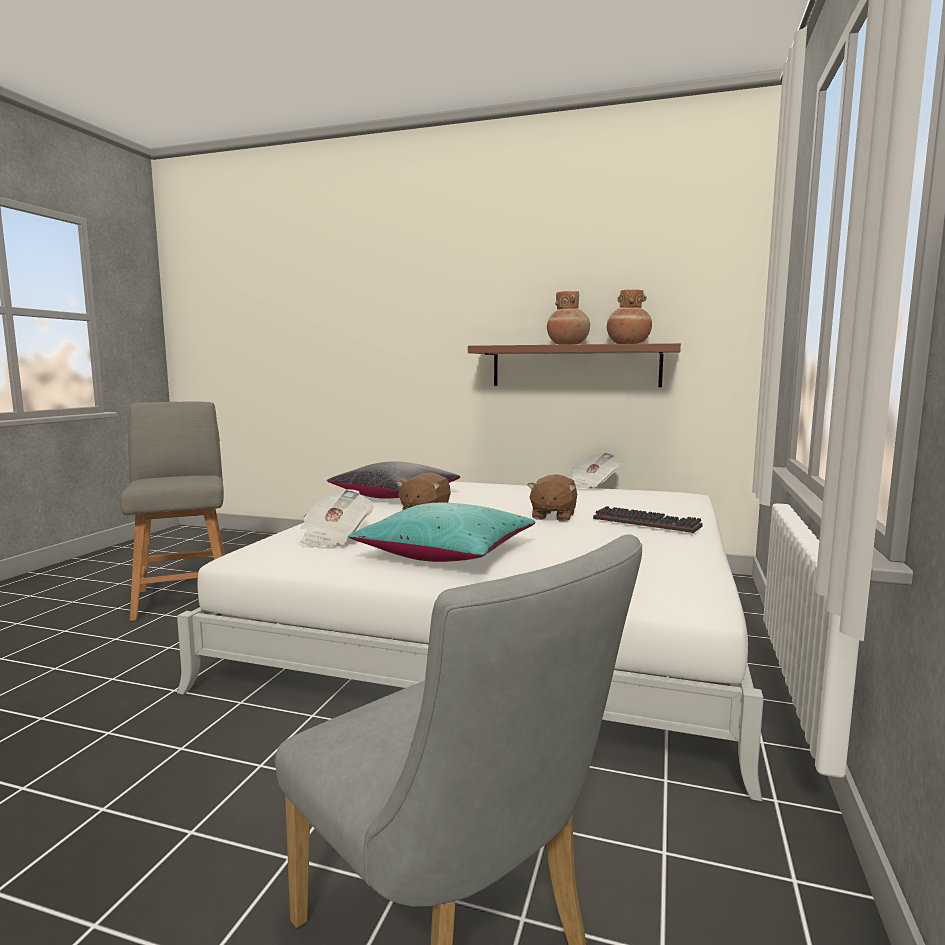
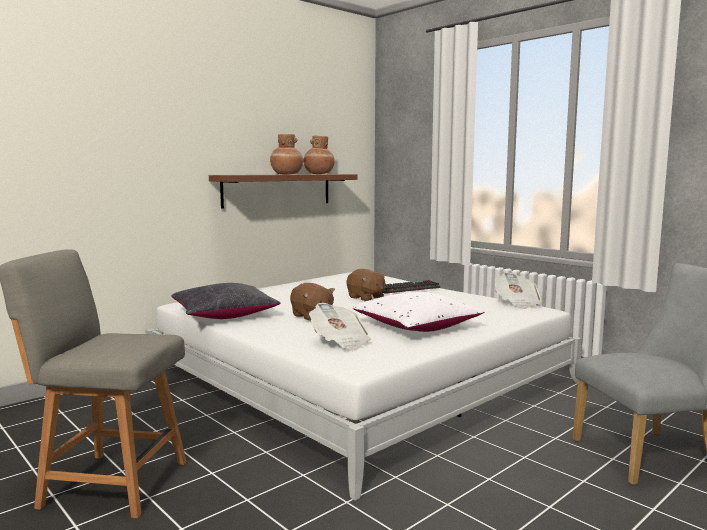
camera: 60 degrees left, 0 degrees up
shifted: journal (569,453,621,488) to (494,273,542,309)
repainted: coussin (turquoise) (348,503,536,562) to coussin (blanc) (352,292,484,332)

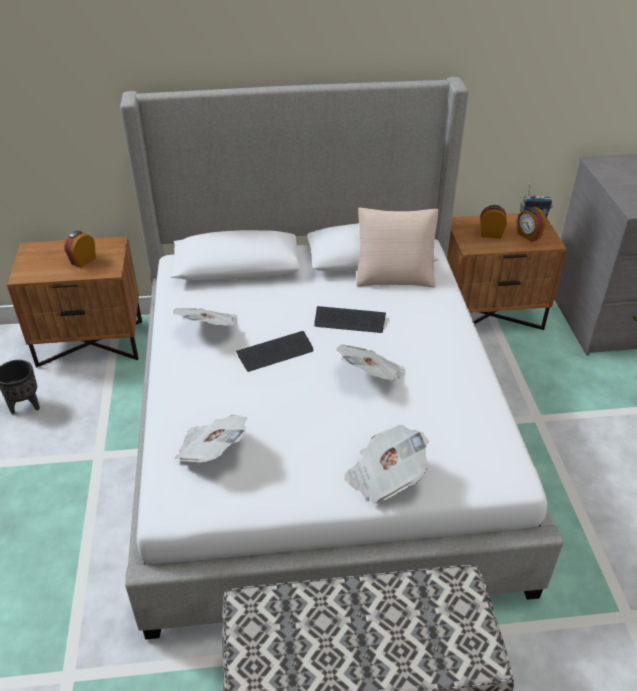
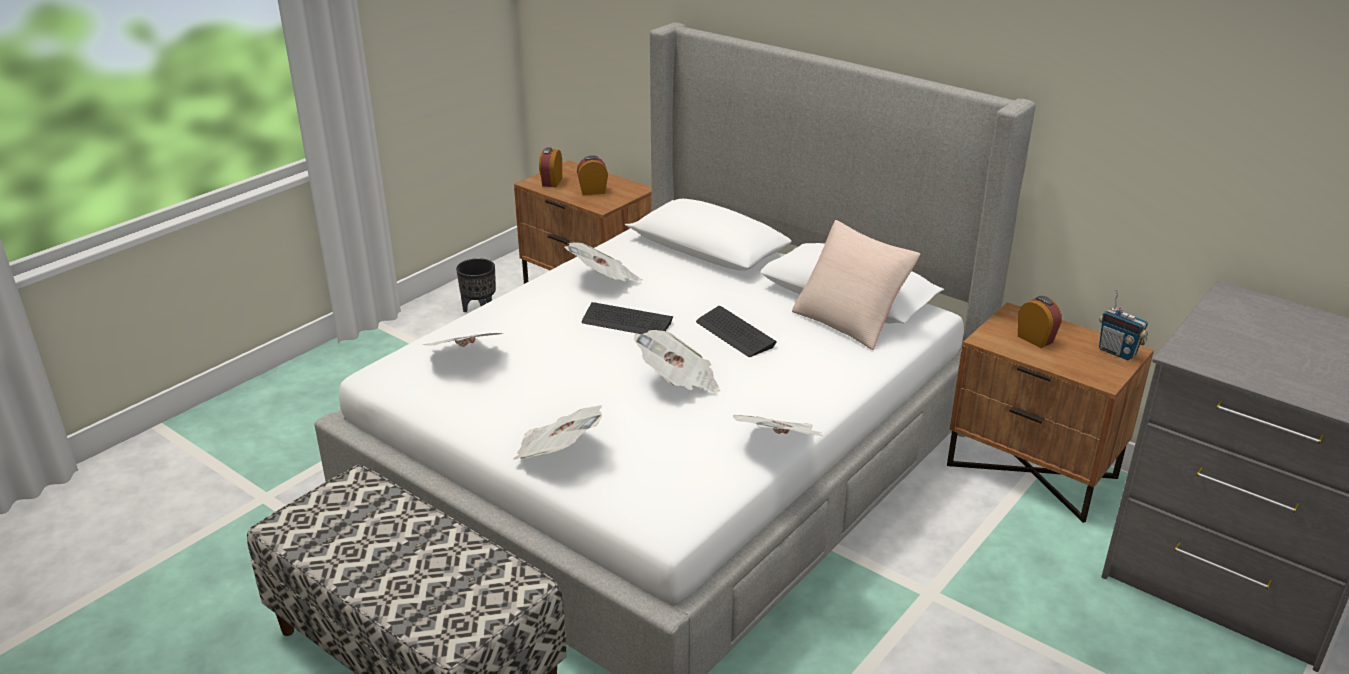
camera: 45 degrees right, 10 degrees down
new: journal (733,415,823,436)
shifted: réveil (517,207,546,242) to (539,147,562,187)

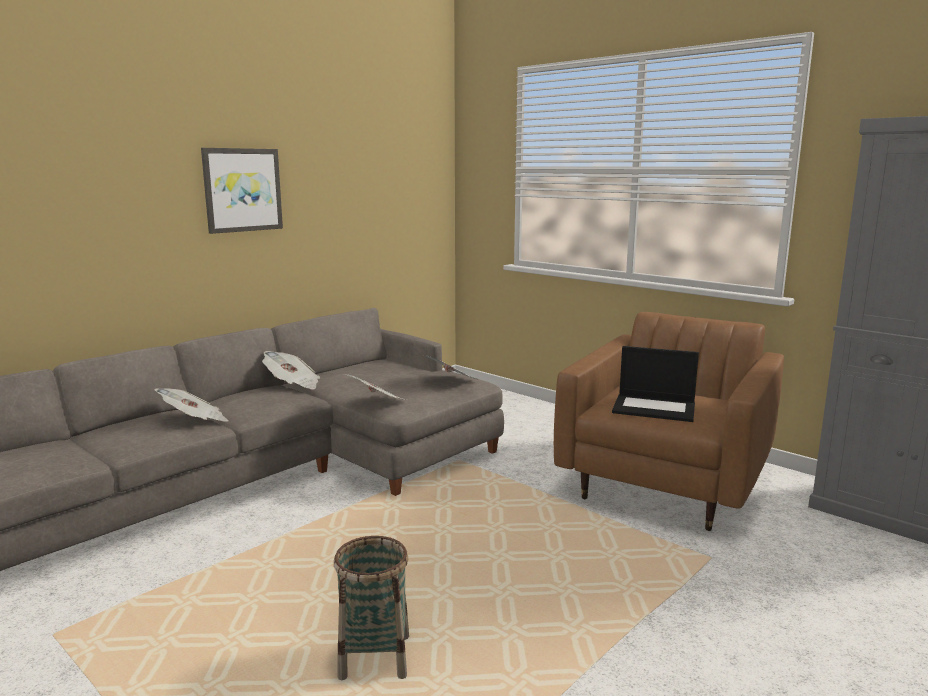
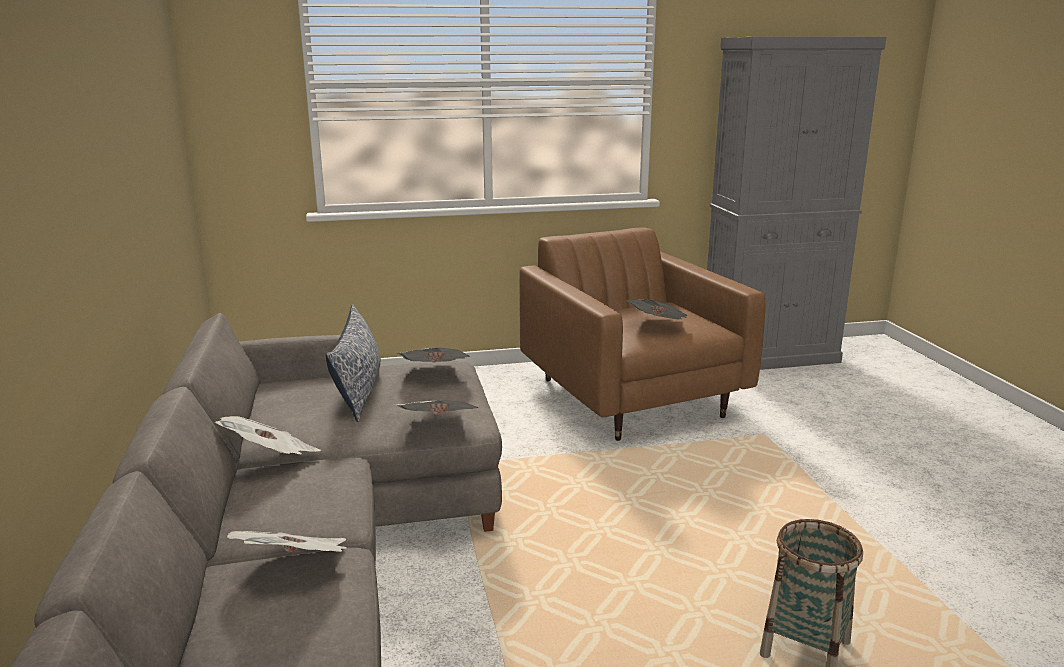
camera: 55 degrees left, 5 degrees up
gone: tableau (201,148,283,234)
new: coussin (326,304,381,422)
swapped: ordinateur portable (612,346,699,422) to journal (626,299,687,319)

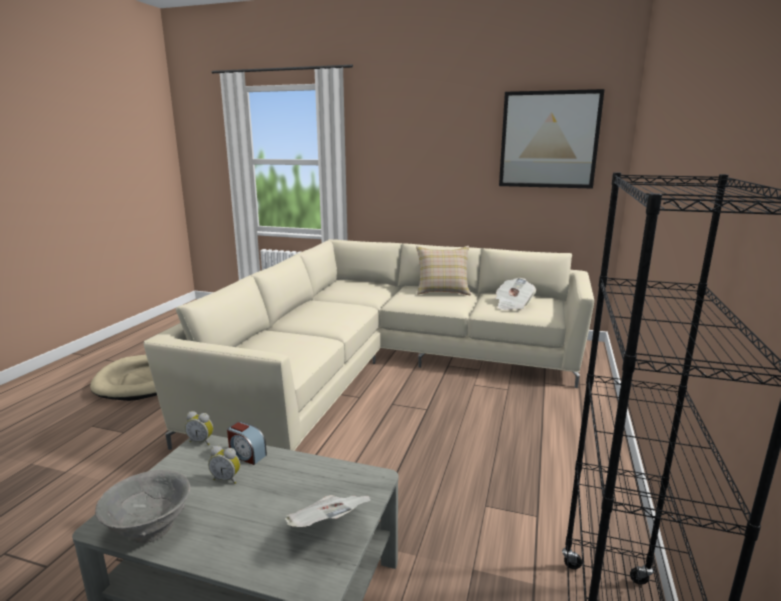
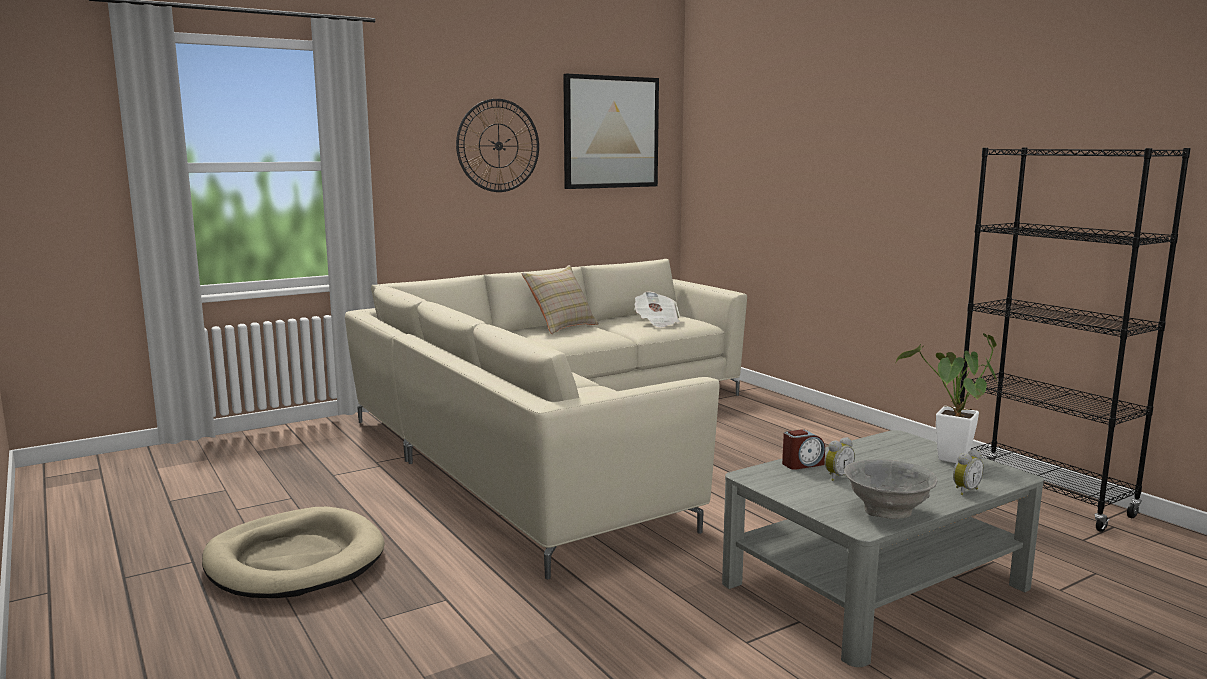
camera: 50 degrees left, 5 degrees down
new: horloge murale (456,99,539,192)
shifted: réveil (185,411,213,445) to (953,449,984,495)
swapped: journal (285,495,370,527) to plante en pot (896,333,998,463)

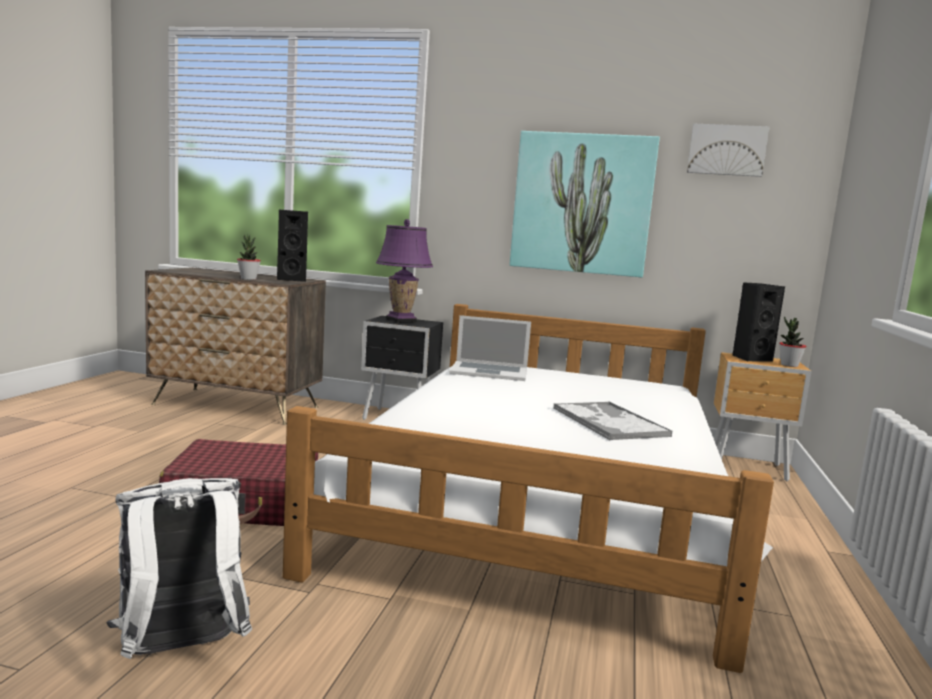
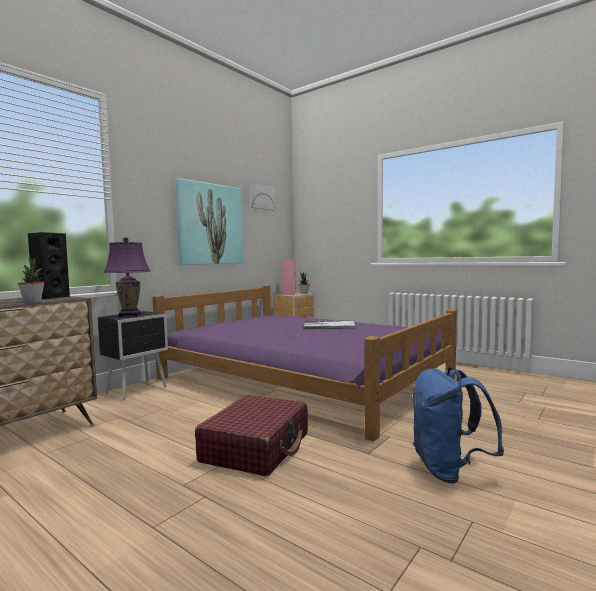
camera: 65 degrees left, 5 degrees down
gone: ordinateur portable (449,315,531,381)
repainted: sac à dos (blanc) (106,478,252,659) to sac à dos (bleu) (413,367,504,484); lit (blanc) (283,304,774,673) to lit (violet) (153,285,457,442); enceinte (noir) (732,282,785,362) to enceinte (rose) (281,259,296,295)

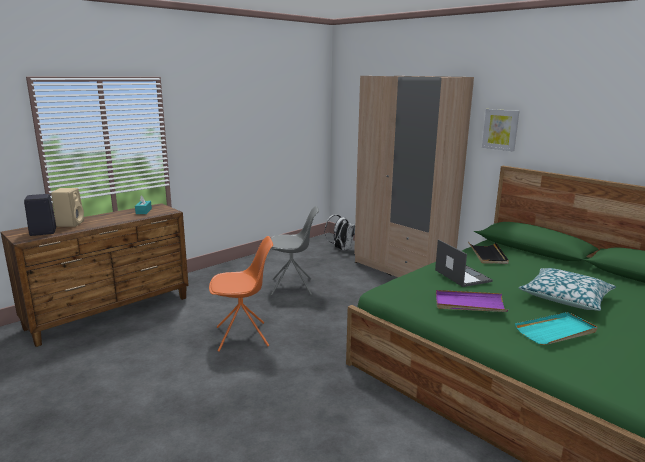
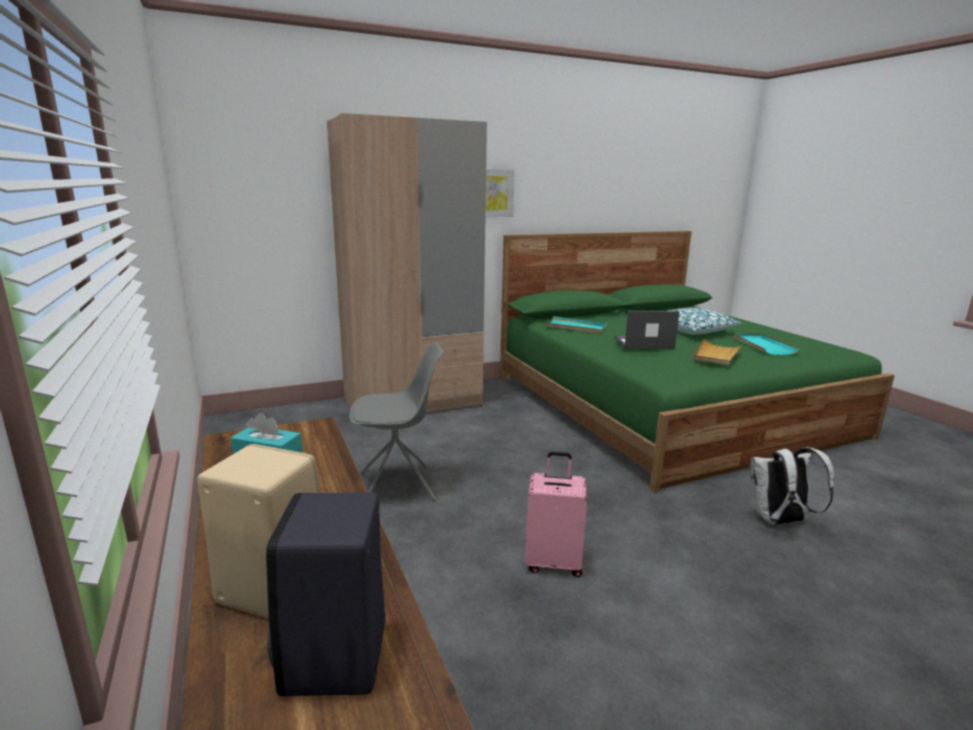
camera: 70 degrees left, 0 degrees up
shifted: sac à dos (blanc) (325,214,355,251) to (750,447,834,525)
swapped: chaise (orange) (209,236,273,352) to valise (rose) (525,452,587,577)
repainted: plateau (violet) (436,290,508,312) to plateau (beige) (693,338,743,366); plateau (noir) (468,242,509,264) to plateau (turquoise) (545,316,607,334)
rotated: chaise (gris) (271,206,319,295) = (349,341,444,501) 60 degrees clockwise

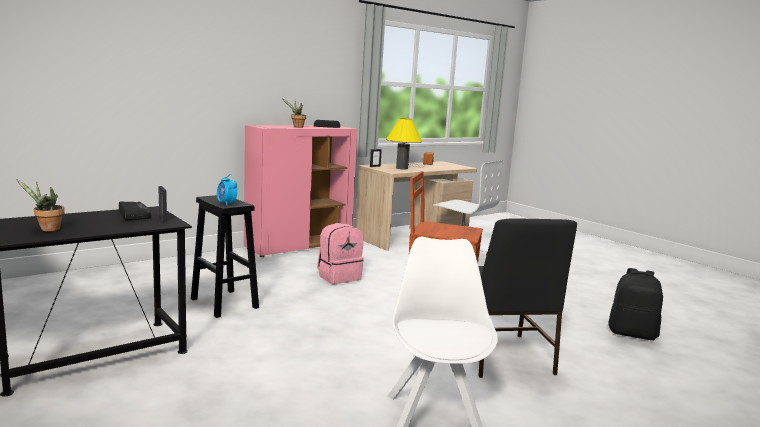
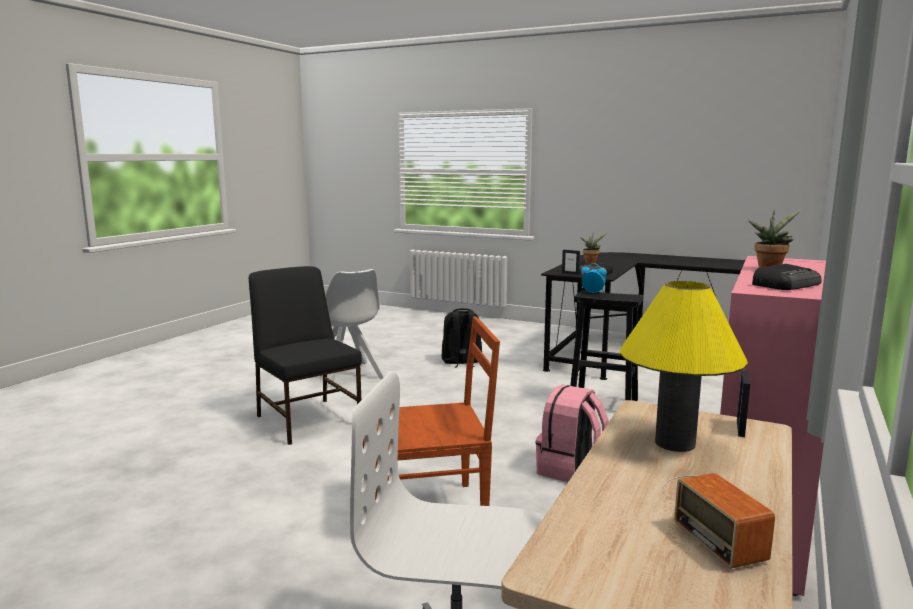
camera: 155 degrees right, 0 degrees up
shifted: sac à dos (noir) (608,268,663,340) to (441,308,482,368)

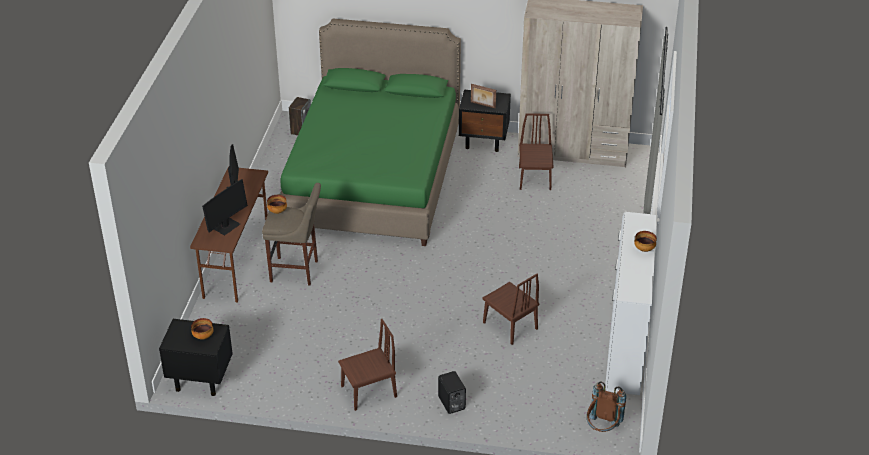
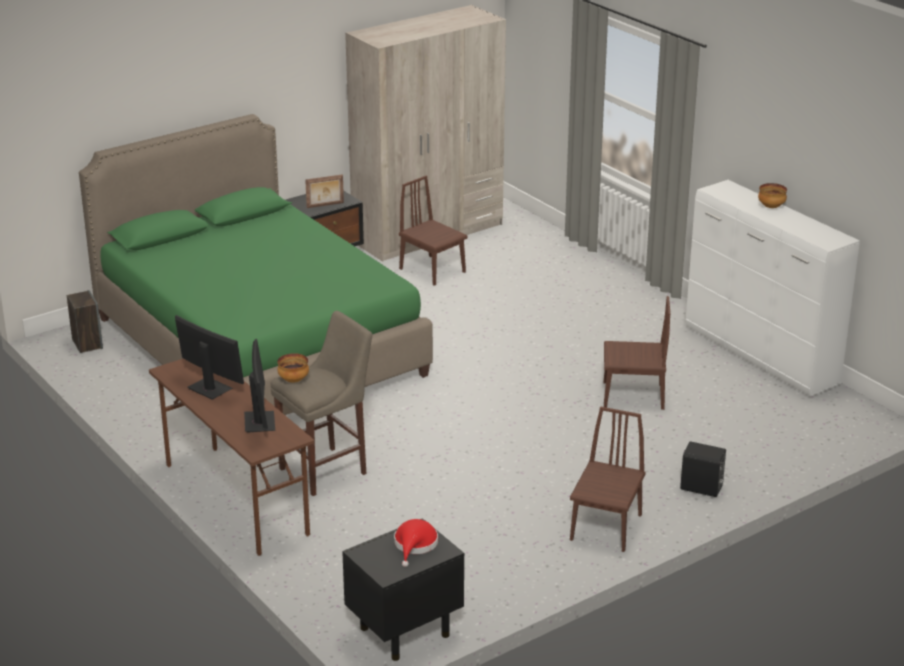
camera: 45 degrees left, 10 degrees down
gone: sac à dos (marron) (587,381,626,432)
swapped: bol (191,318,214,340) to chapeau (rouge) (394,519,438,567)

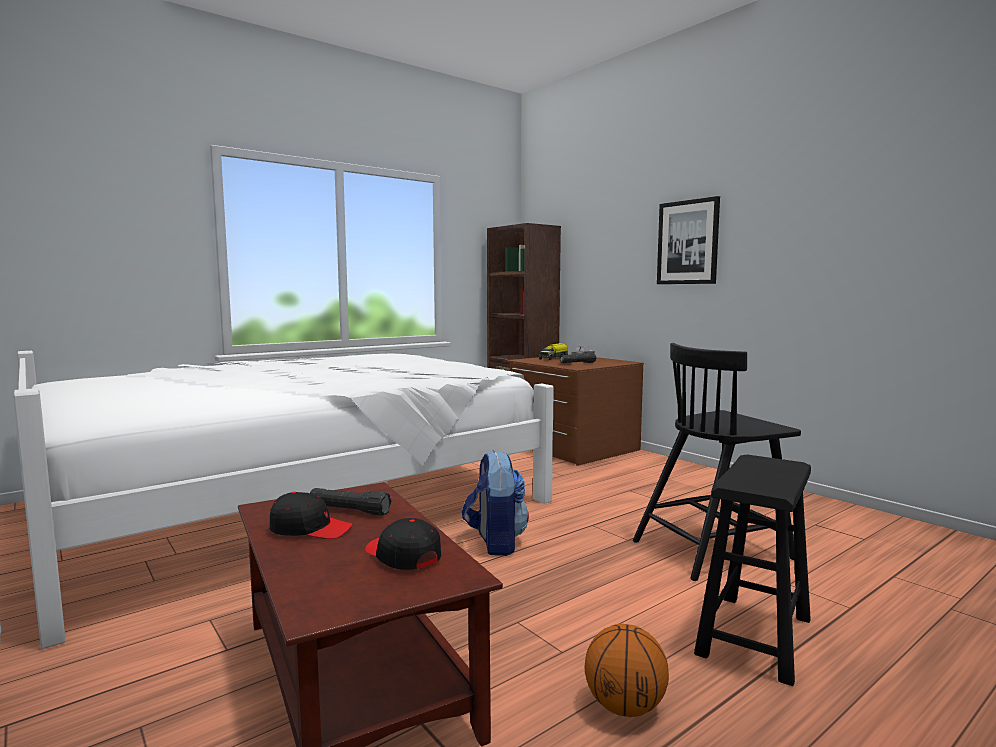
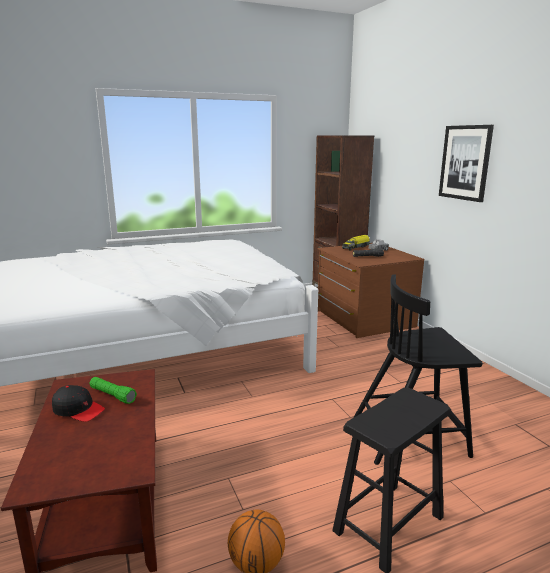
camera: 15 degrees right, 10 degrees up
gone: casquette (noir) (365,518,441,570); sac à dos (462,450,529,556)
repainted: lampe de poche (noir) (310,488,391,516) to lampe de poche (vert) (90,377,137,404)

